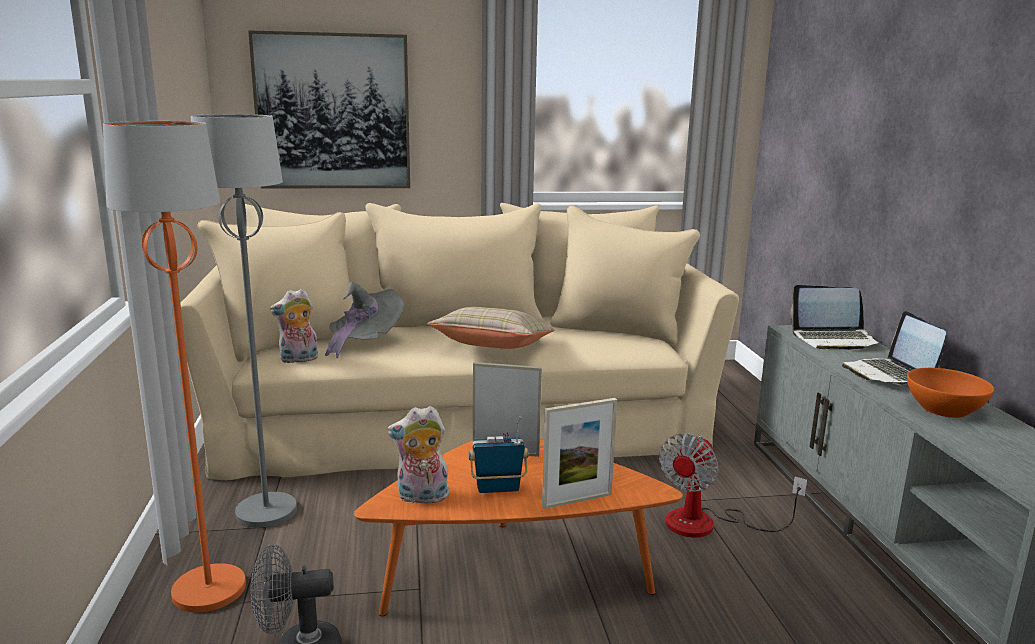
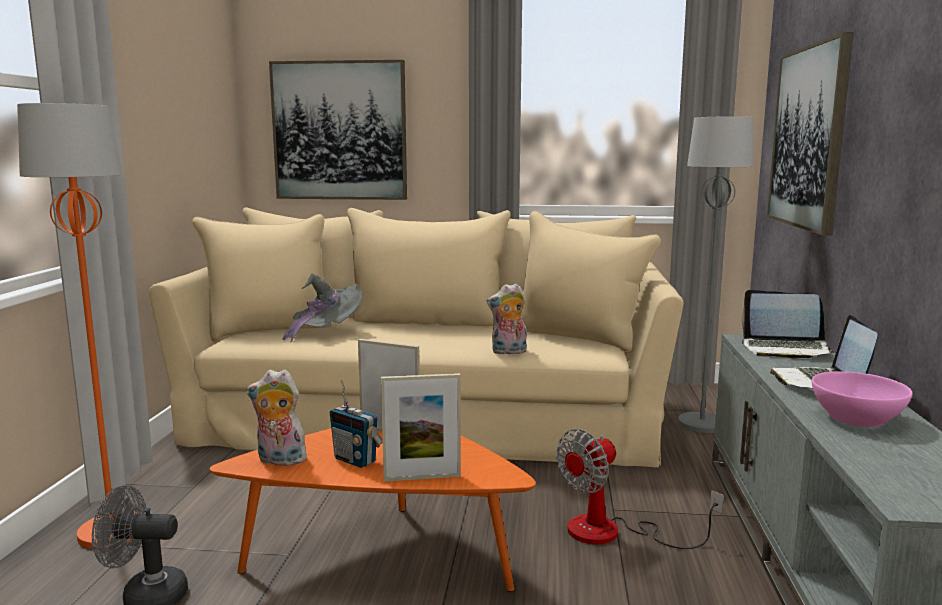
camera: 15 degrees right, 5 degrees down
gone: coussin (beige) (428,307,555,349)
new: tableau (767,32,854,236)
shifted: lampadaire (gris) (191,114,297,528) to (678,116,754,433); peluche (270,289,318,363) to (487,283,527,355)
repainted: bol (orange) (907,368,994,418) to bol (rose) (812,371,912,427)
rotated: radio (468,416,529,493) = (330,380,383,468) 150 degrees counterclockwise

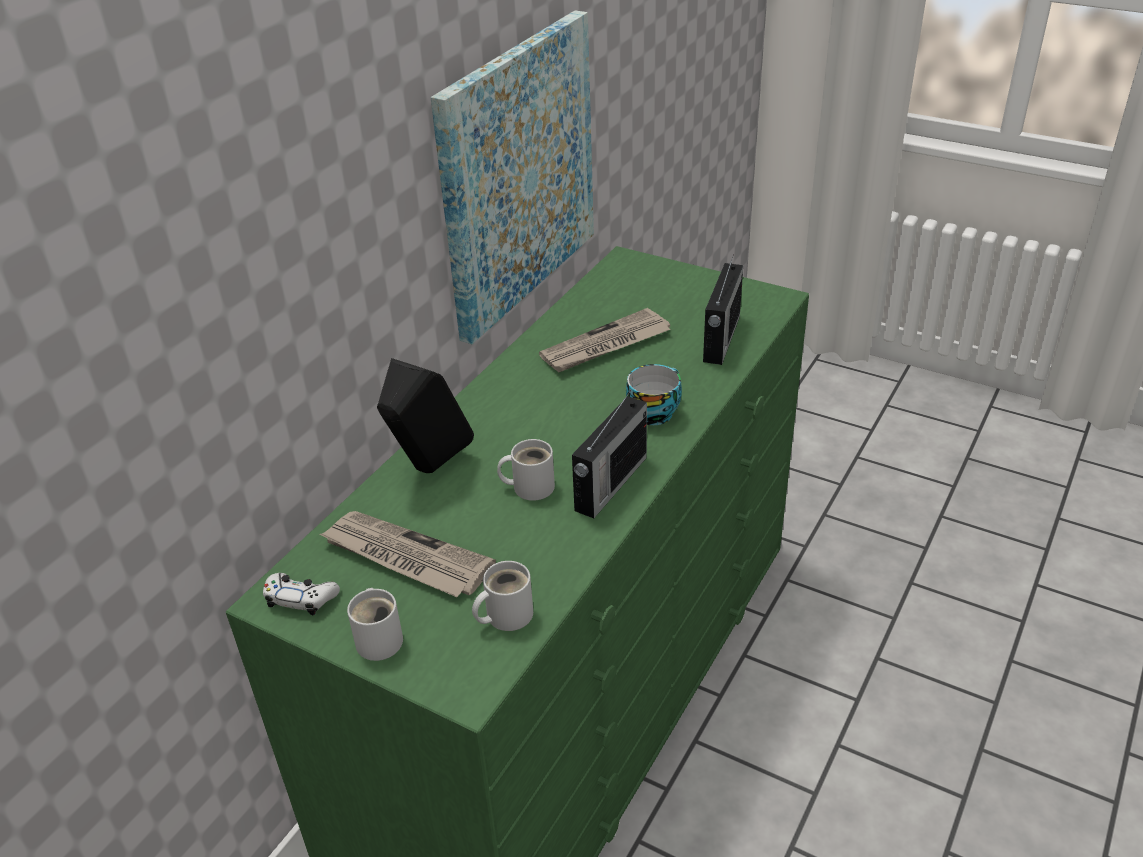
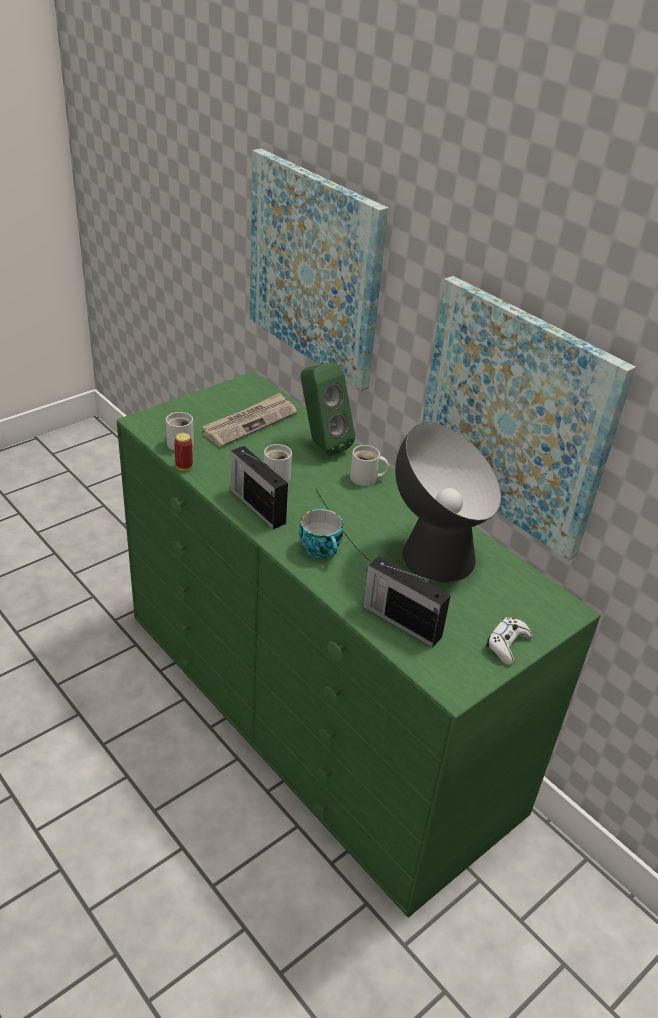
camera: 105 degrees right, 0 degrees up
new: boîte métallique (174,433,193,471); tableau (250,149,388,392)
shifted: manette (blanc) (263,573,340,615) to (486,617,532,665); mug (blanc) (347,588,403,661) to (350,445,389,486)
swapped: journal (539,308,671,372) to lampe de table (315,423,501,583)
repainted: enceinte (noir) (377,358,474,473) to enceinte (vert) (301,362,355,456)

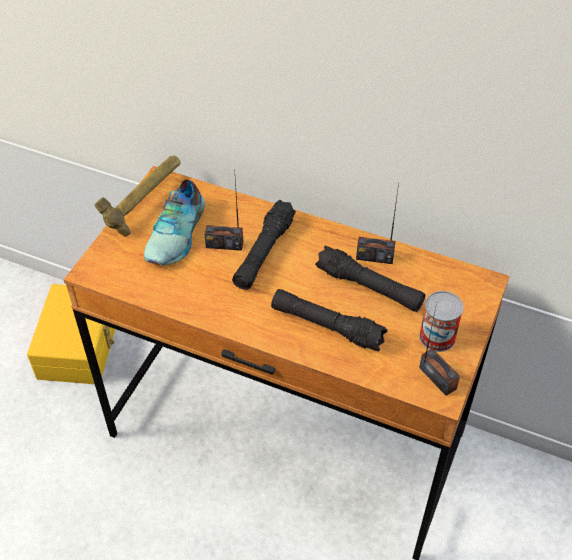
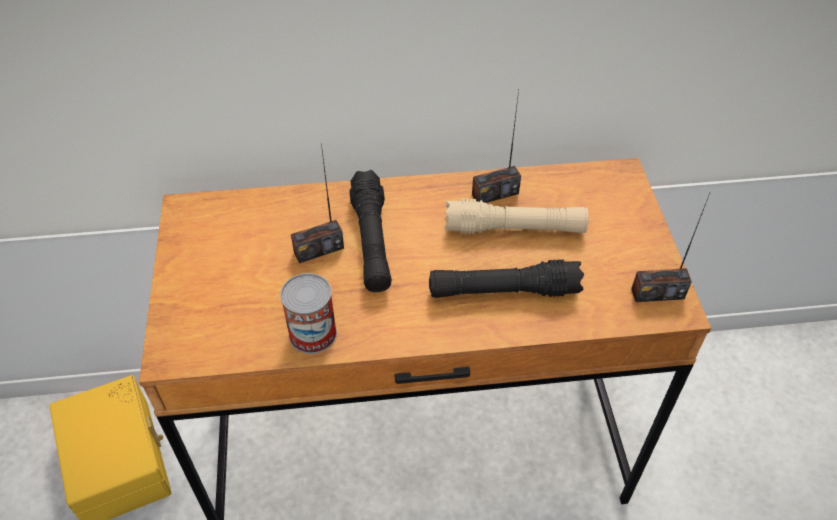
camera: 30 degrees left, 0 degrees up
gone: marteau (95,155,181,237); chaussure (144,179,205,266)
shifted: boîte métallique (419,291,464,352) to (280,273,337,354)
repainted: lampe de poche (noir) (315,246,425,312) to lampe de poche (beige) (445,199,589,234)
rotated: radio (419,303,460,396) = (631,193,710,302) 150 degrees clockwise

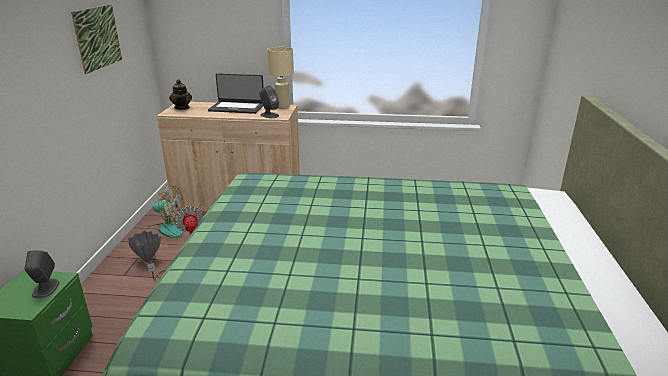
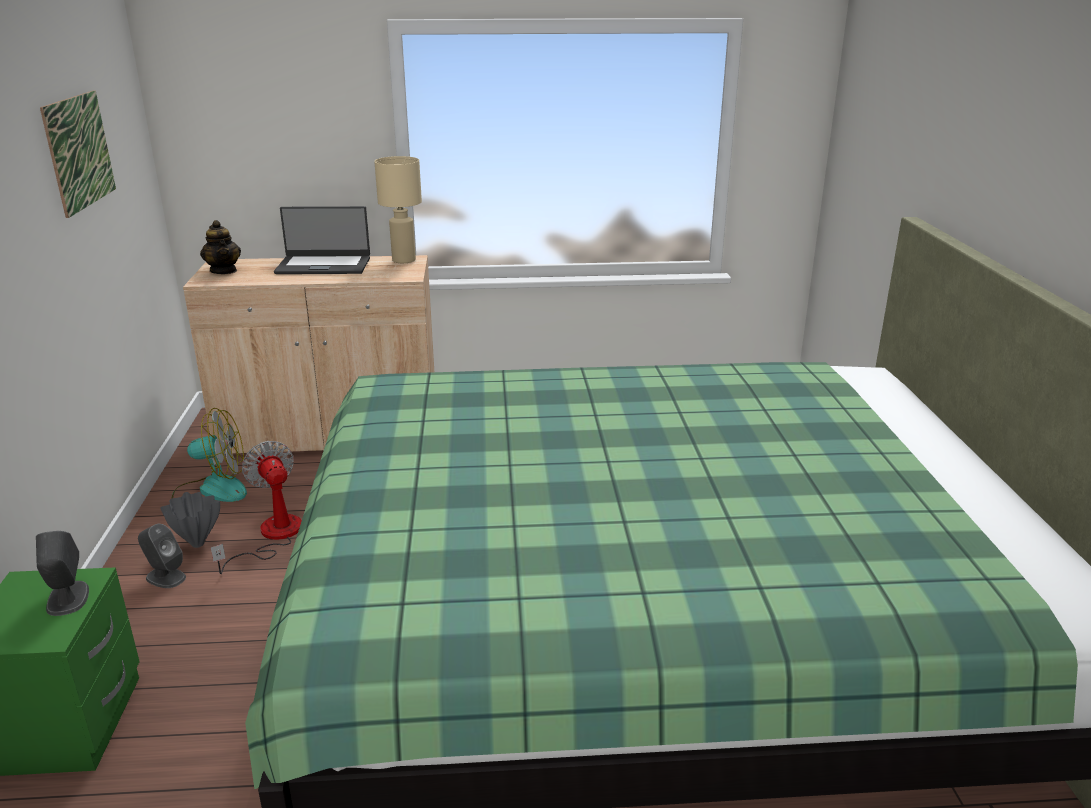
camera: 10 degrees left, 0 degrees up
shifted: enceinte (gris) (259,85,279,118) to (138,524,186,588)

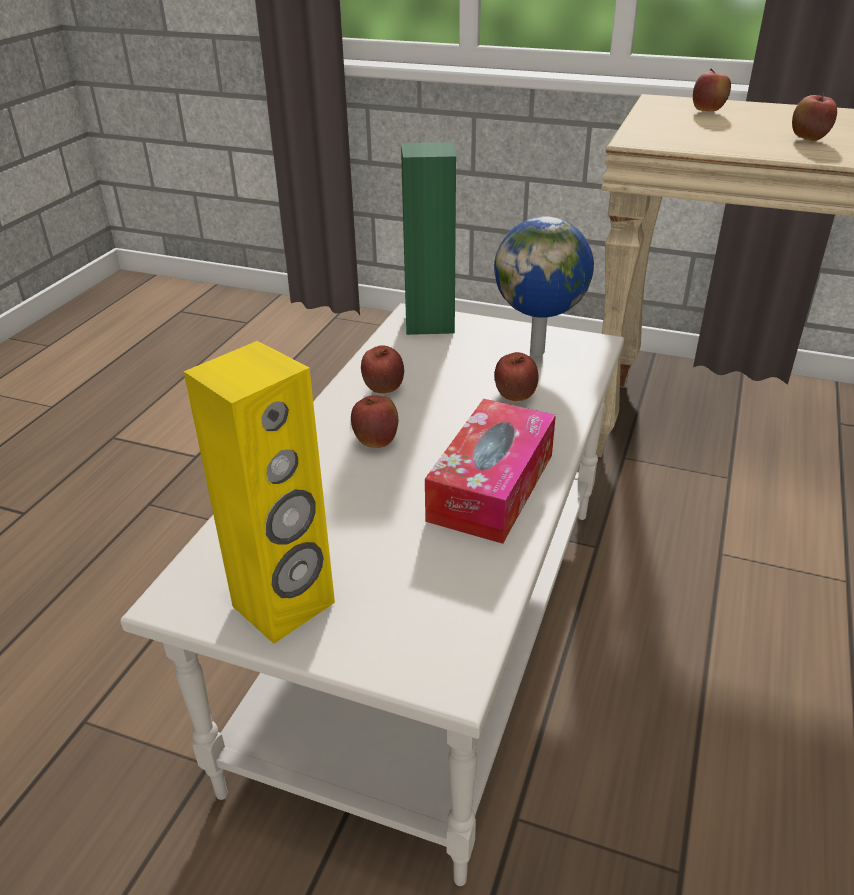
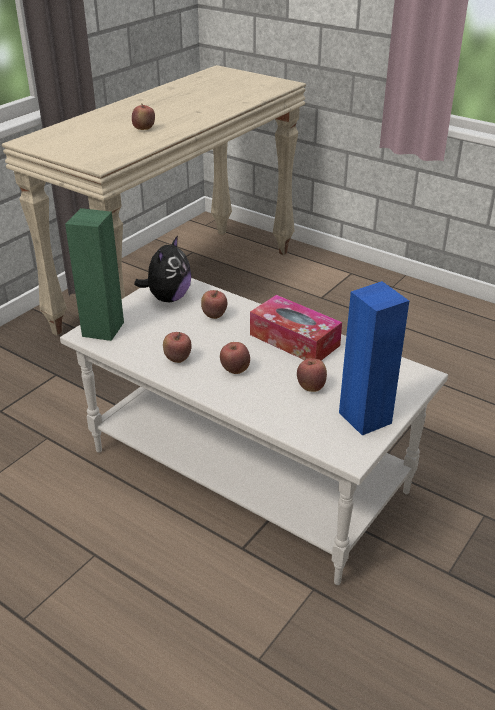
camera: 75 degrees left, 0 degrees up
shifted: pomme (693,68,731,112) to (297,358,327,392)
swapped: globe (494,216,594,356) to peluche (134,235,191,302)
repainted: enceinte (jaune) (183,341,335,644) to enceinte (bleu) (339,281,409,435)

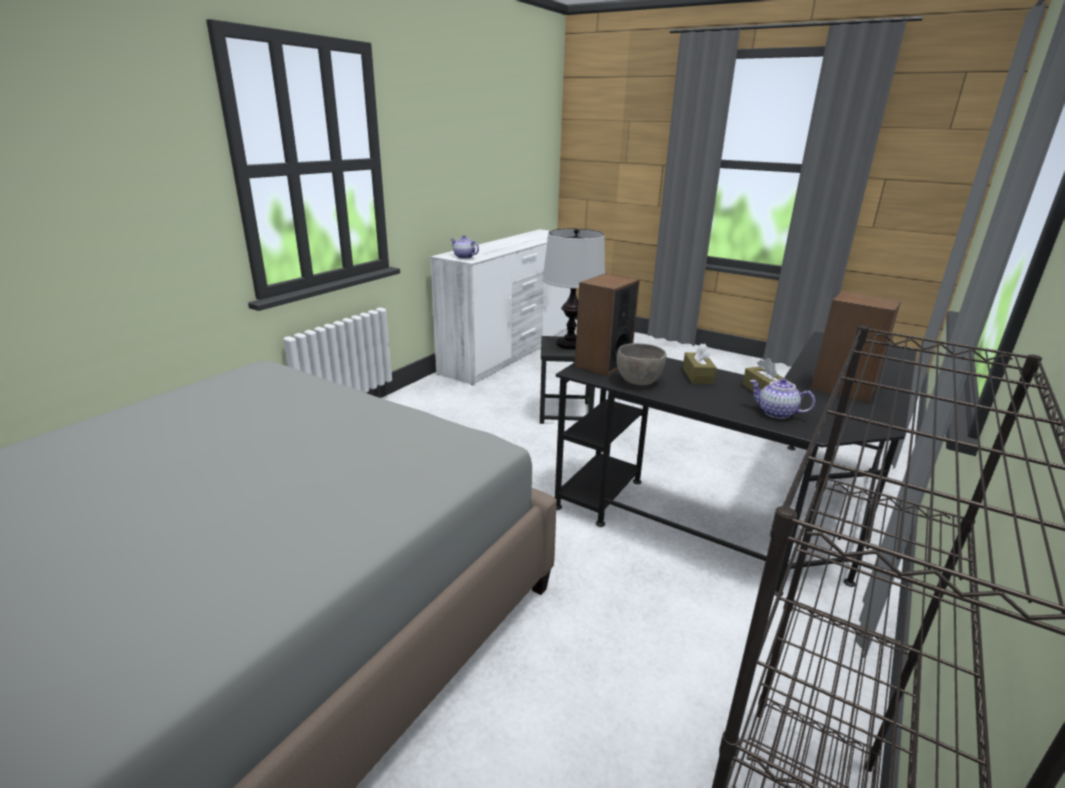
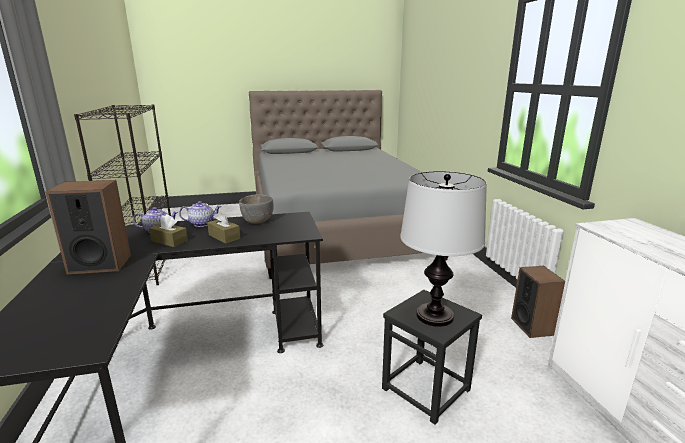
camera: 135 degrees right, 5 degrees down
shifted: théière (450,235,479,259) to (179,201,221,227); enceinte (575,273,640,376) to (511,266,565,338)

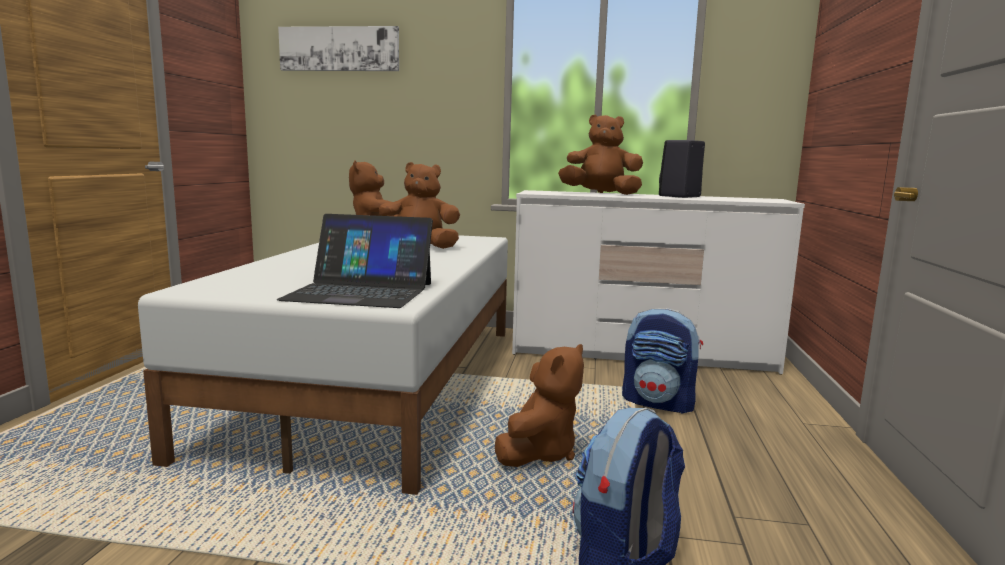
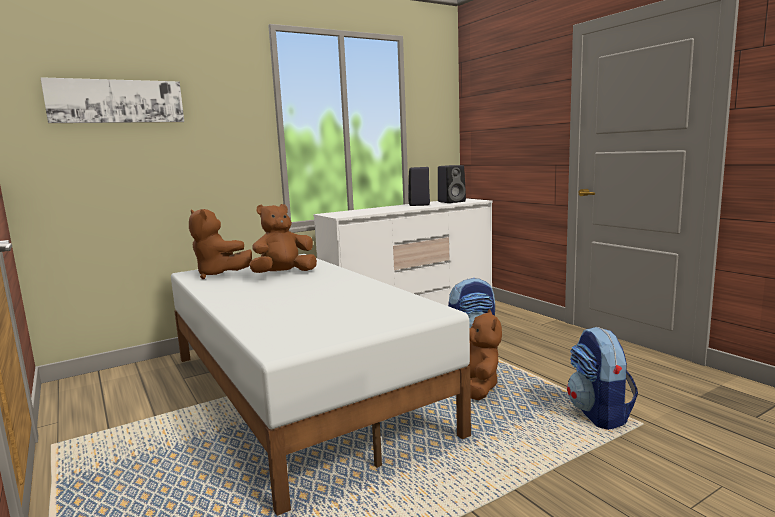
camera: 40 degrees left, 0 degrees up
gone: ordinateur portable (277,214,433,308); peluche (marron) (558,114,643,195)
new: enceinte (noir) (438,165,466,203)

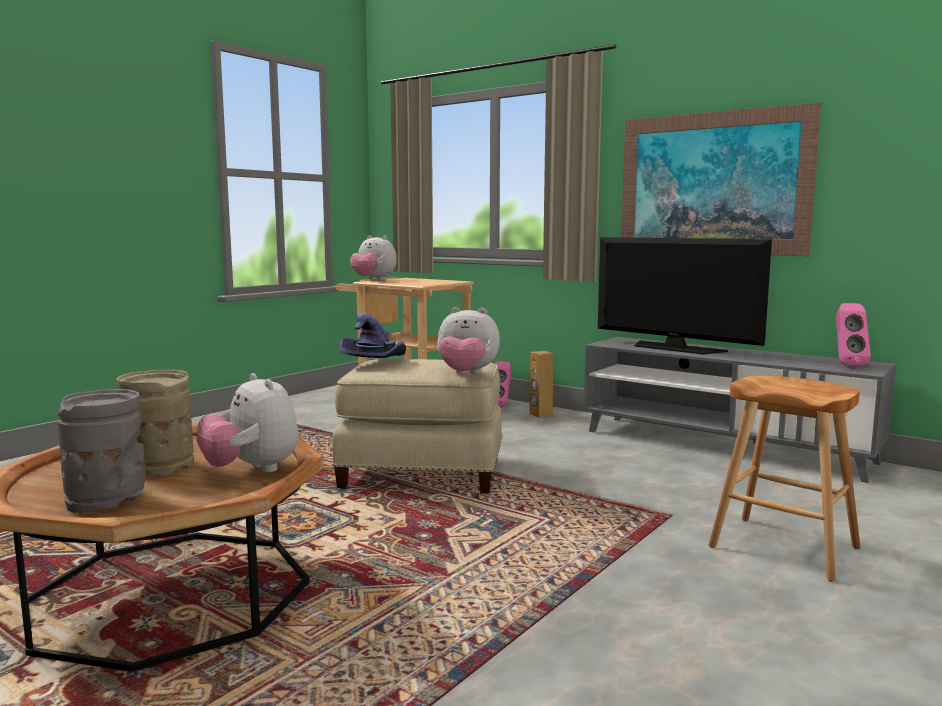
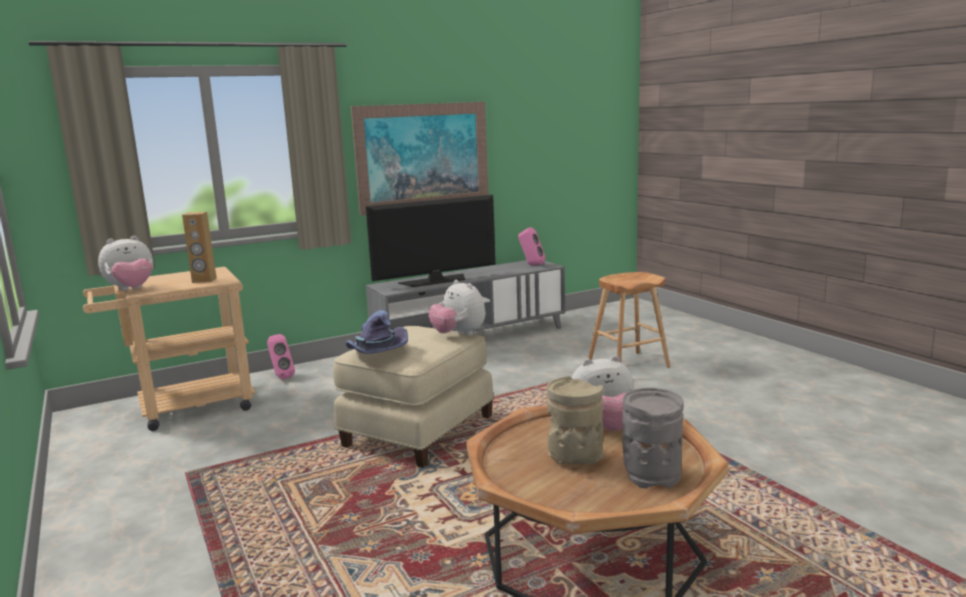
camera: 65 degrees left, 5 degrees up
shifted: enceinte (marron) (529,351,553,418) to (182,212,217,283)
rotated: peluche (437,307,500,374) = (429,280,485,336) 105 degrees clockwise

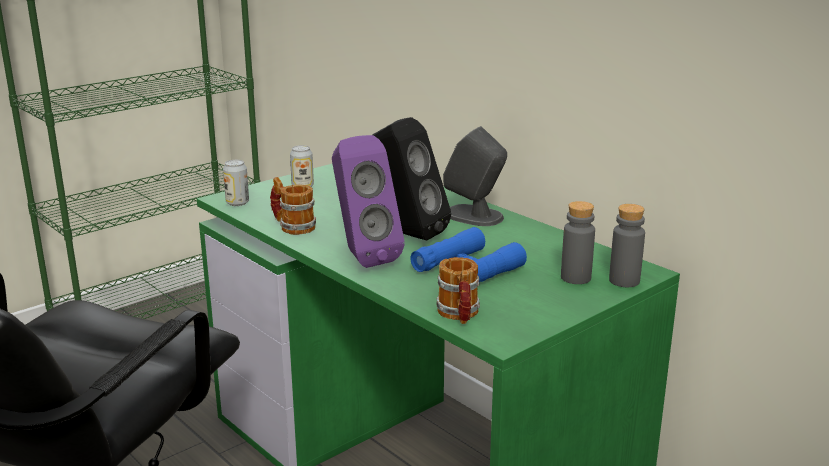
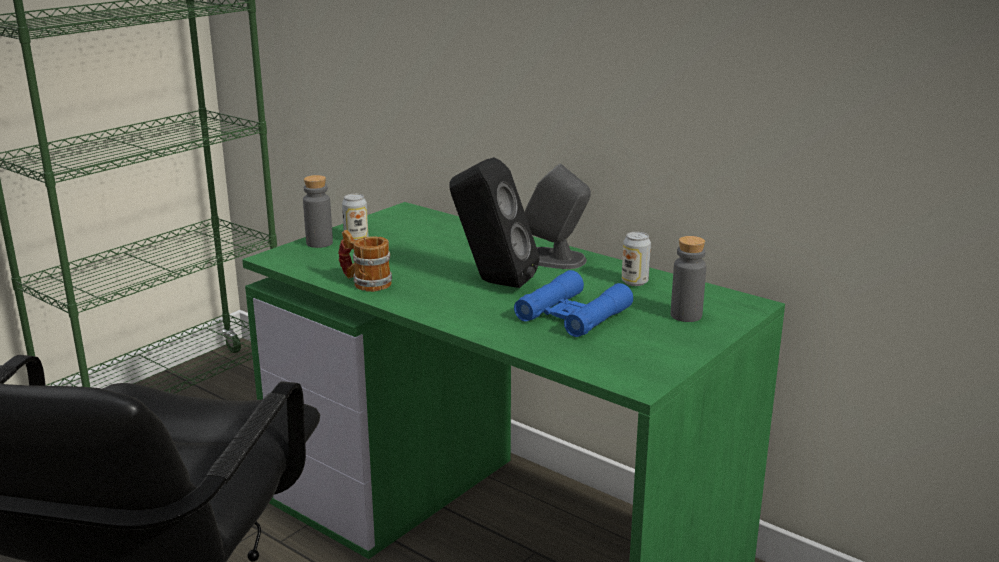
camera: 10 degrees left, 0 degrees up
gone: enceinte (violet) (332,135,405,268); mug (436,257,480,324)
shifted: boîte métallique (223,160,249,206) to (622,232,651,286); bouteille (gris) (609,204,645,287) to (303,175,333,248)

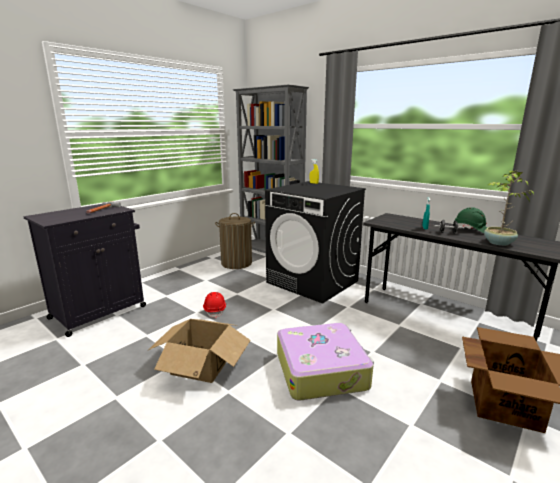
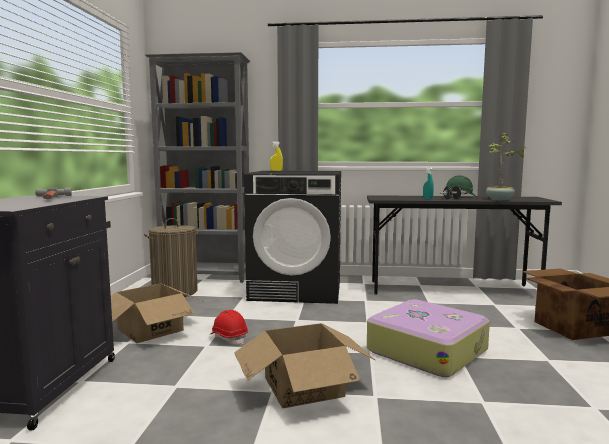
camera: 35 degrees left, 10 degrees down
new: carton (111,283,204,343)

